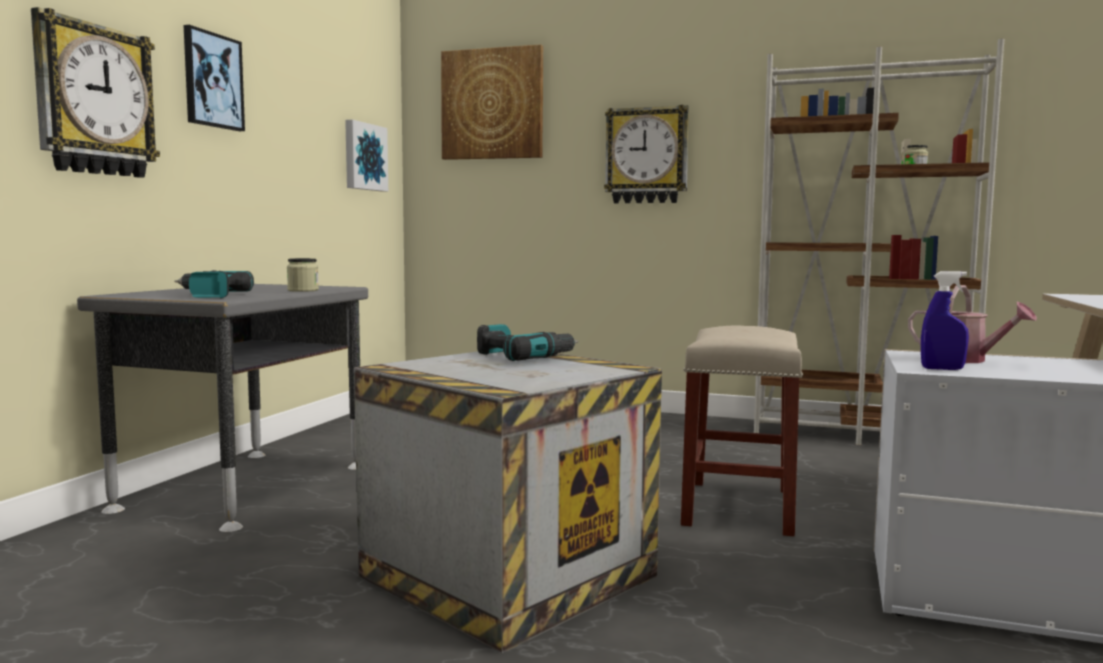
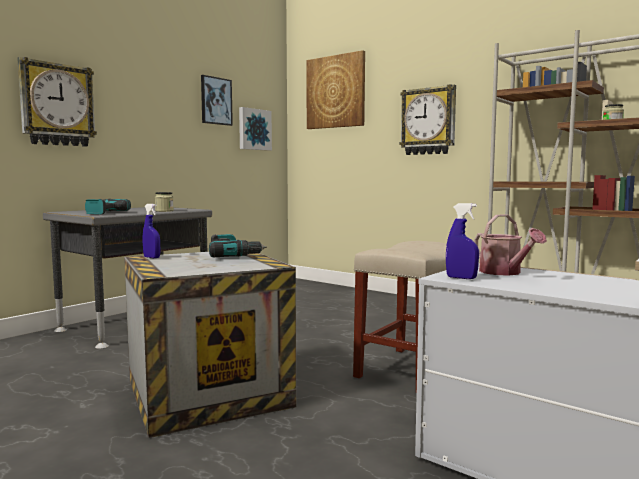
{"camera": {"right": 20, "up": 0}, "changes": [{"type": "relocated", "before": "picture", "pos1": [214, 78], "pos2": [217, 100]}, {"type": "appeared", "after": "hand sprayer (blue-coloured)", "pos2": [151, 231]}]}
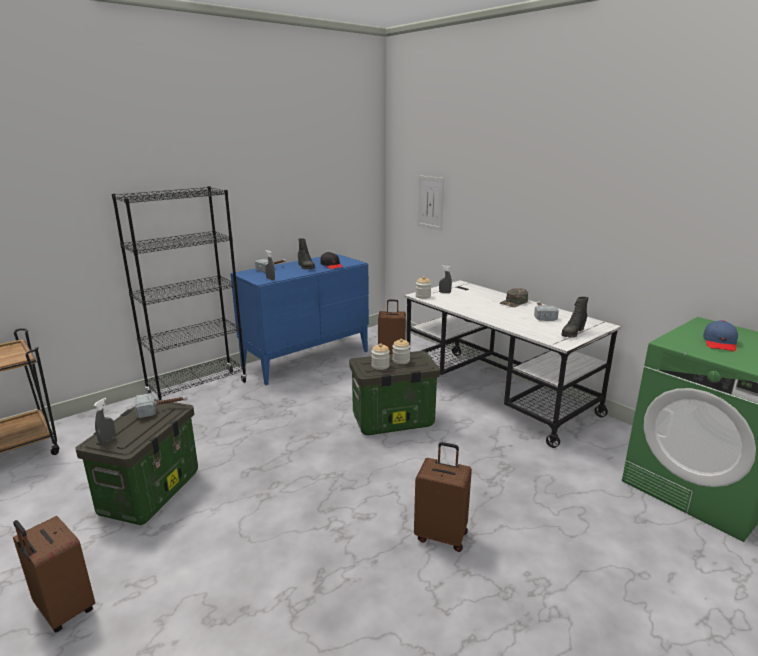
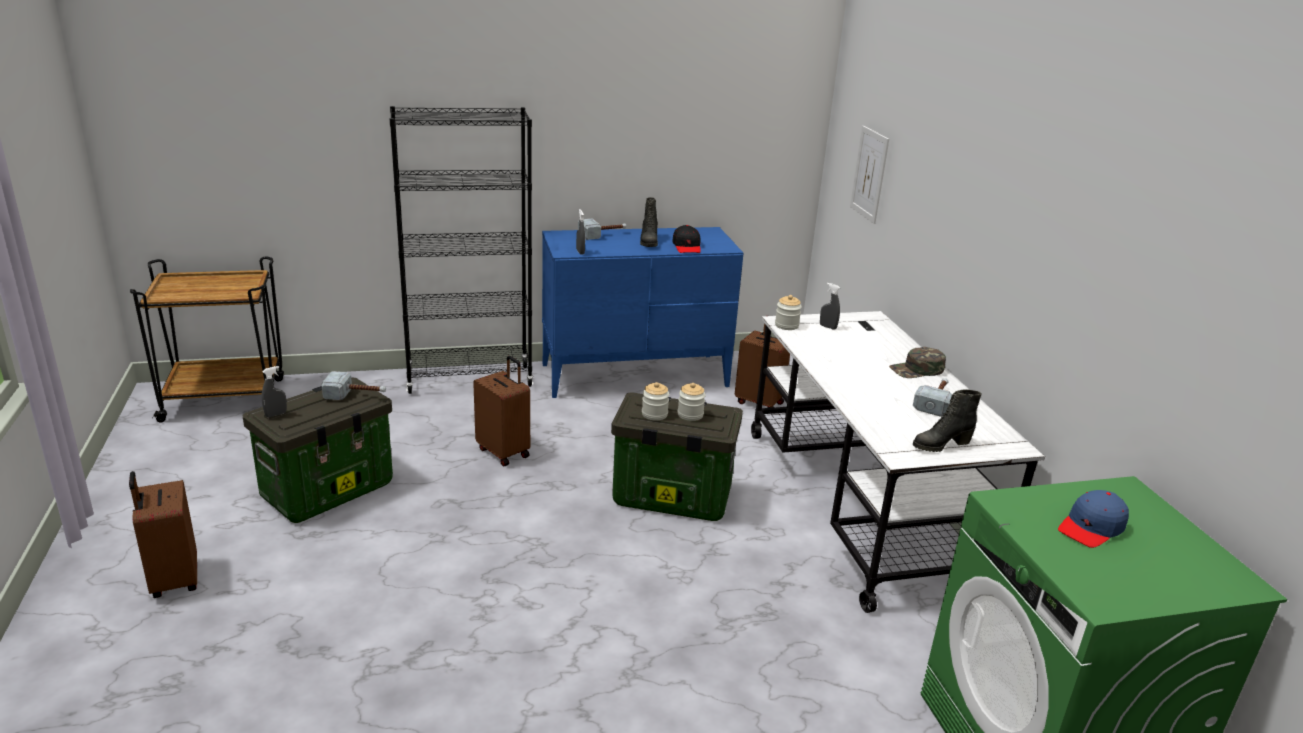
{"camera": {"right": 25, "up": 5}, "changes": [{"type": "relocated", "before": "travel case (brown-coloured)", "pos1": [443, 497], "pos2": [501, 411]}]}
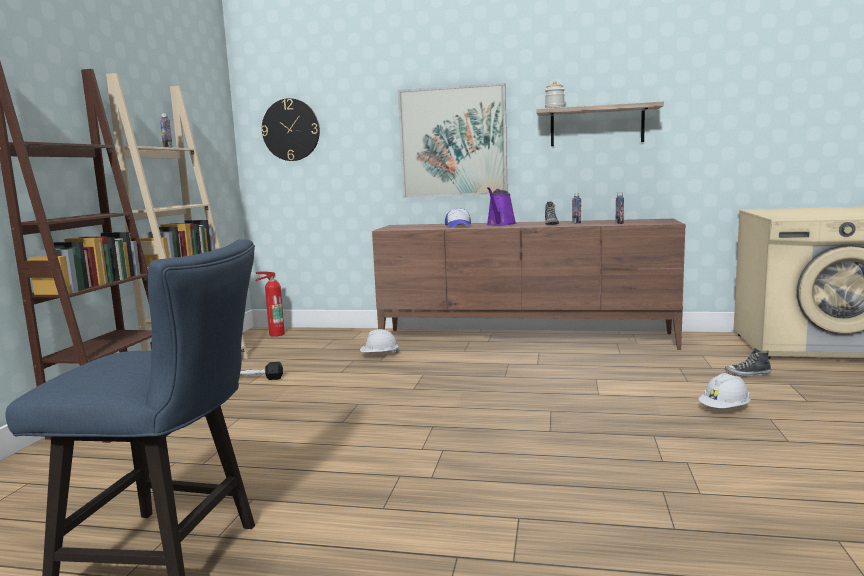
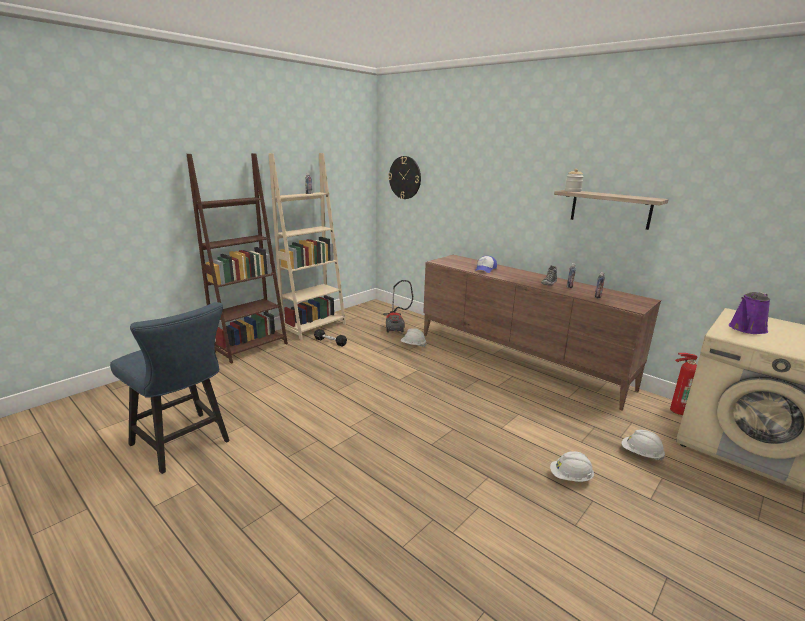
{"camera": {"right": 30, "up": 10}, "changes": [{"type": "relocated", "before": "fire extinguisher", "pos1": [270, 304], "pos2": [684, 384]}, {"type": "missing", "before": "picture", "pos1": [452, 140]}, {"type": "relocated", "before": "watering pot (purple-coloured)", "pos1": [501, 206], "pos2": [749, 313]}, {"type": "exchanged", "before": "low shoe", "after": "safety helmet (white)", "pos1": [748, 362], "pos2": [643, 445]}, {"type": "appeared", "after": "vacuum cleaner", "pos2": [398, 306]}]}
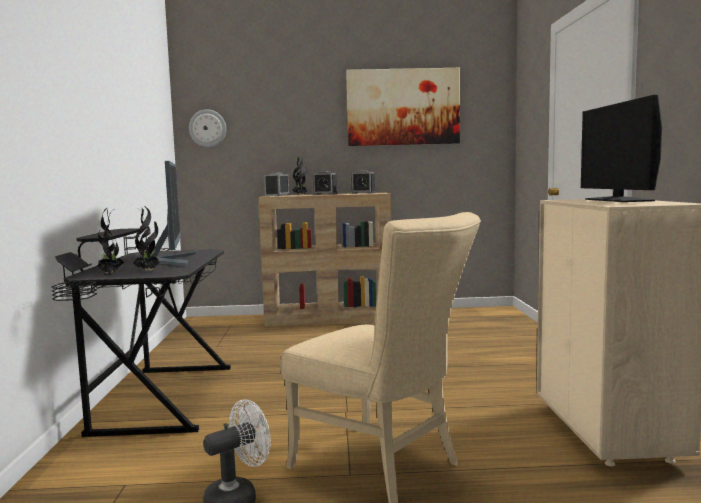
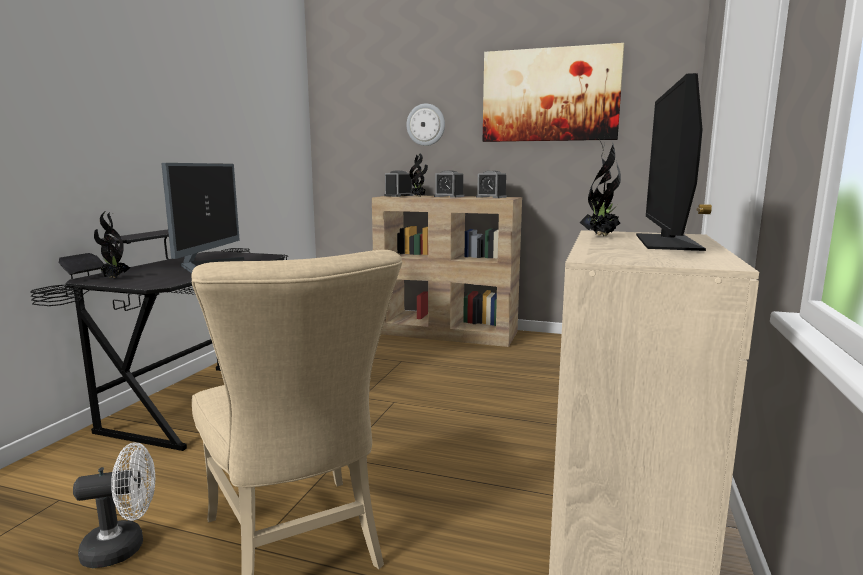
{"camera": {"right": 20, "up": 5}, "changes": [{"type": "relocated", "before": "potted plant", "pos1": [146, 239], "pos2": [600, 184]}, {"type": "relocated", "before": "clock on the wall", "pos1": [207, 128], "pos2": [425, 125]}]}
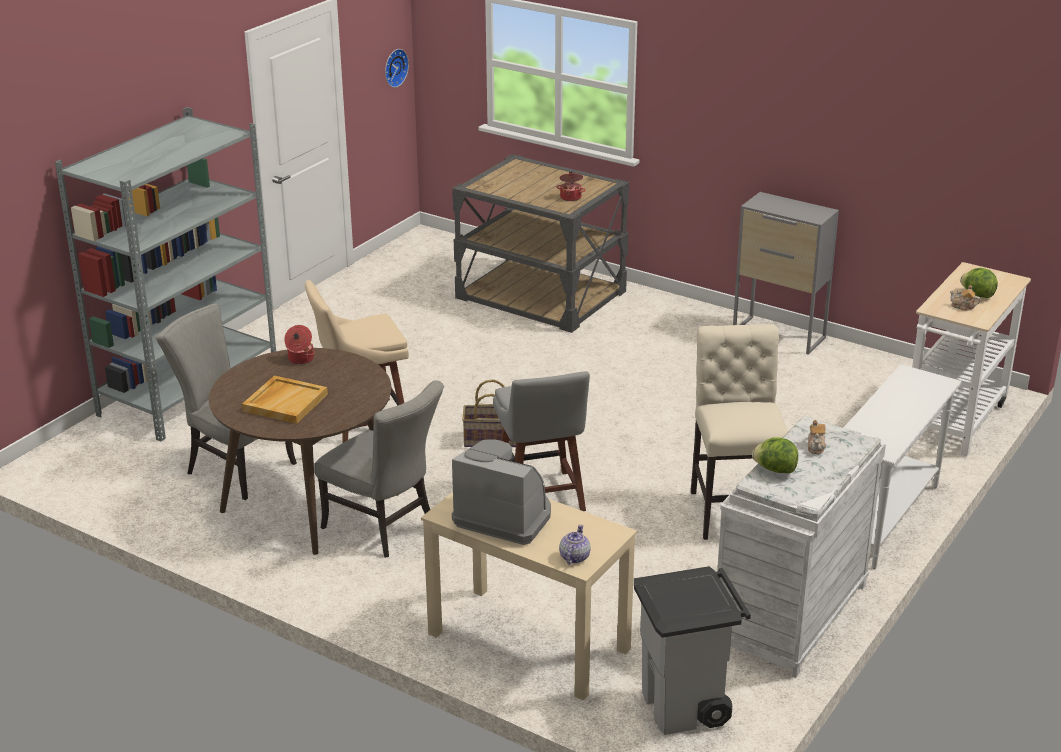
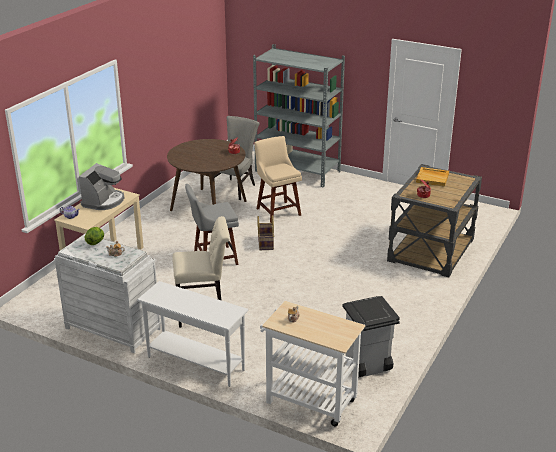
{"camera": {"right": 85, "up": 0}, "changes": [{"type": "relocated", "before": "serving tray (sand-coloured)", "pos1": [285, 400], "pos2": [432, 177]}, {"type": "missing", "before": "plain chair (greyish)", "pos1": [379, 469]}, {"type": "missing", "before": "clock on the wall", "pos1": [397, 68]}, {"type": "relocated", "before": "trash can (greyish)", "pos1": [692, 650], "pos2": [371, 336]}, {"type": "missing", "before": "cabinet (greyish)", "pos1": [786, 273]}, {"type": "missing", "before": "lettuce head", "pos1": [979, 283]}]}
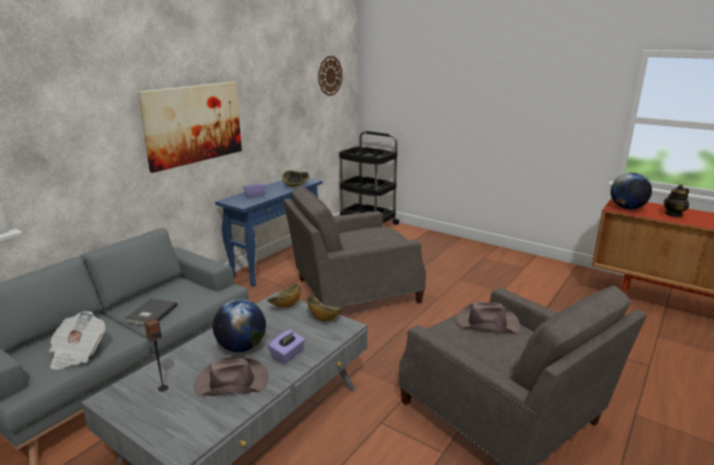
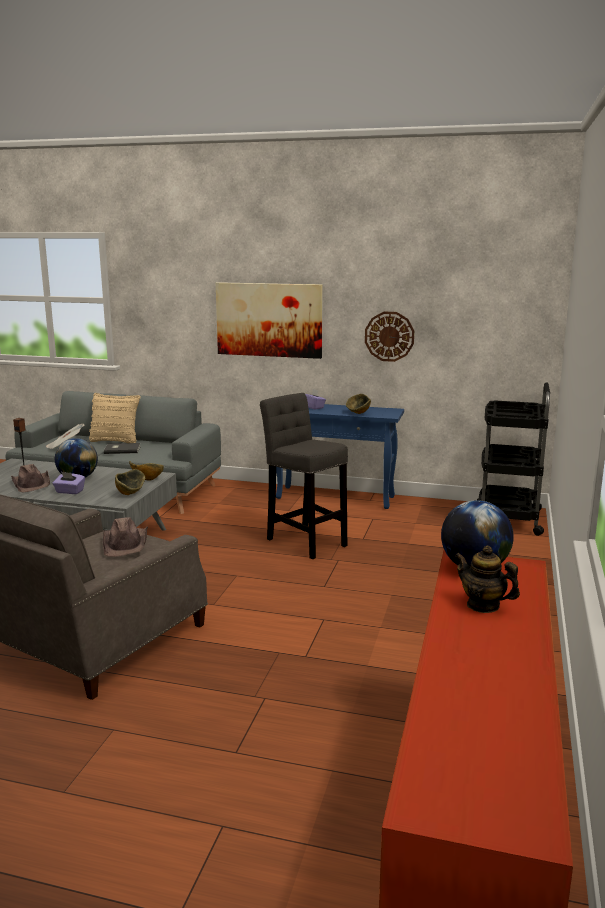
{"camera": {"right": 70, "up": -5}, "changes": [{"type": "exchanged", "before": "armchair (greyish)", "after": "stool seat (greyish)", "pos1": [354, 247], "pos2": [304, 476]}, {"type": "relocated", "before": "clock on the wall", "pos1": [330, 76], "pos2": [389, 337]}, {"type": "appeared", "after": "pillow (sand-coloured)", "pos2": [115, 418]}]}
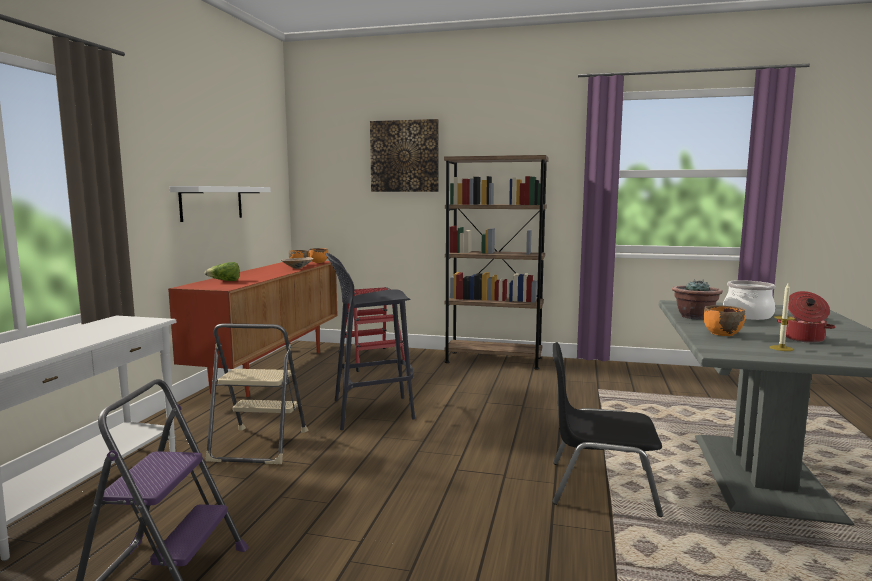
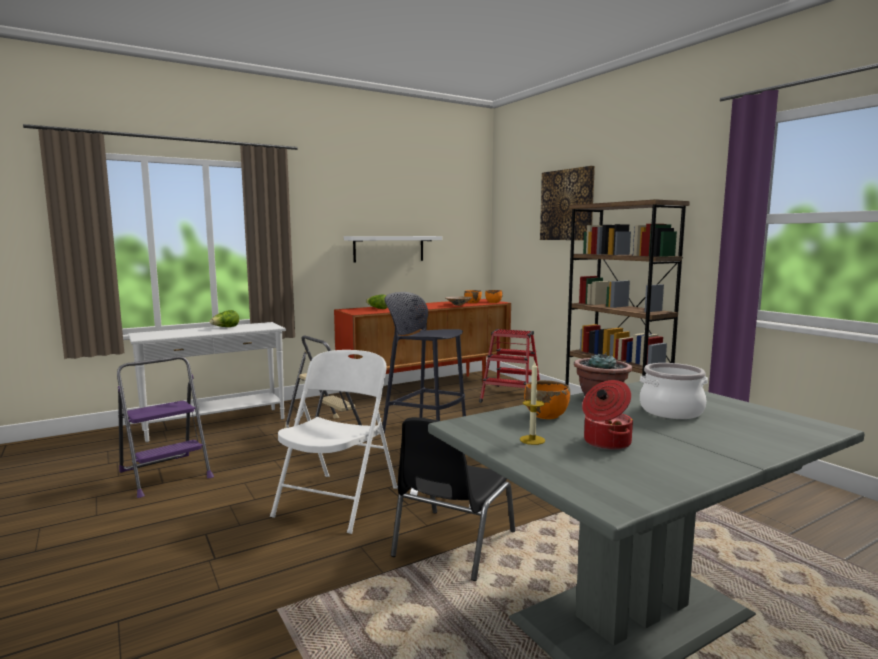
{"camera": {"right": 45, "up": 0}, "changes": [{"type": "spun", "before": "plain chair (blackish)", "pos1": [607, 429], "pos2": [453, 499], "turn": -120}, {"type": "appeared", "after": "lettuce head", "pos2": [224, 318]}, {"type": "appeared", "after": "plain chair (white)", "pos2": [334, 442]}]}
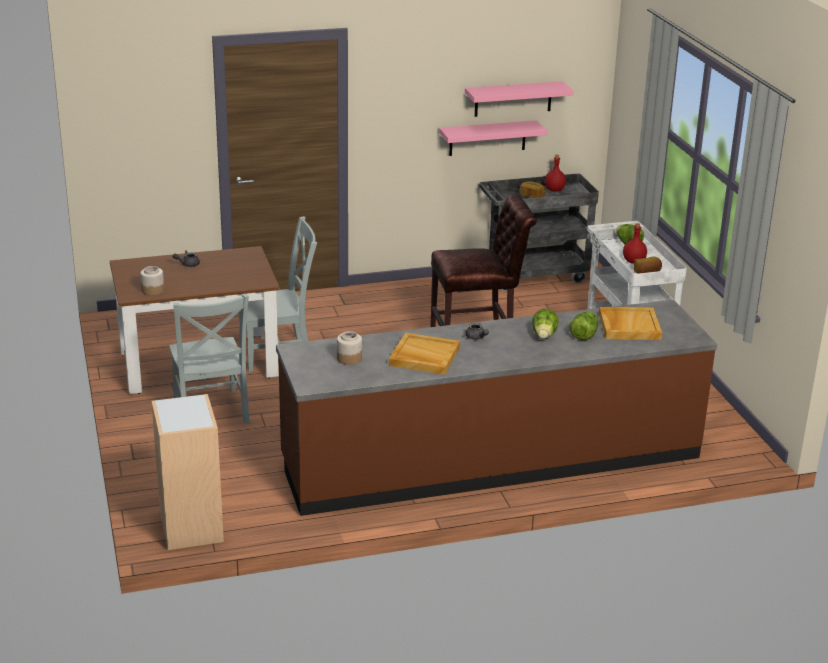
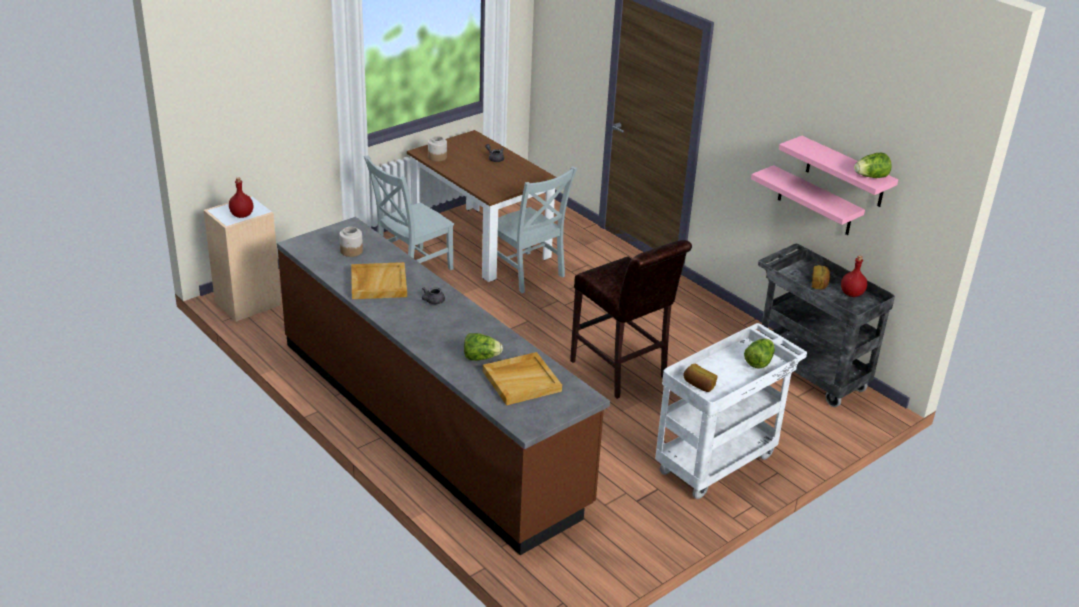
{"camera": {"right": 65, "up": 5}, "changes": [{"type": "relocated", "before": "lettuce head", "pos1": [545, 324], "pos2": [873, 165]}, {"type": "relocated", "before": "bottle (red)", "pos1": [635, 243], "pos2": [241, 197]}]}
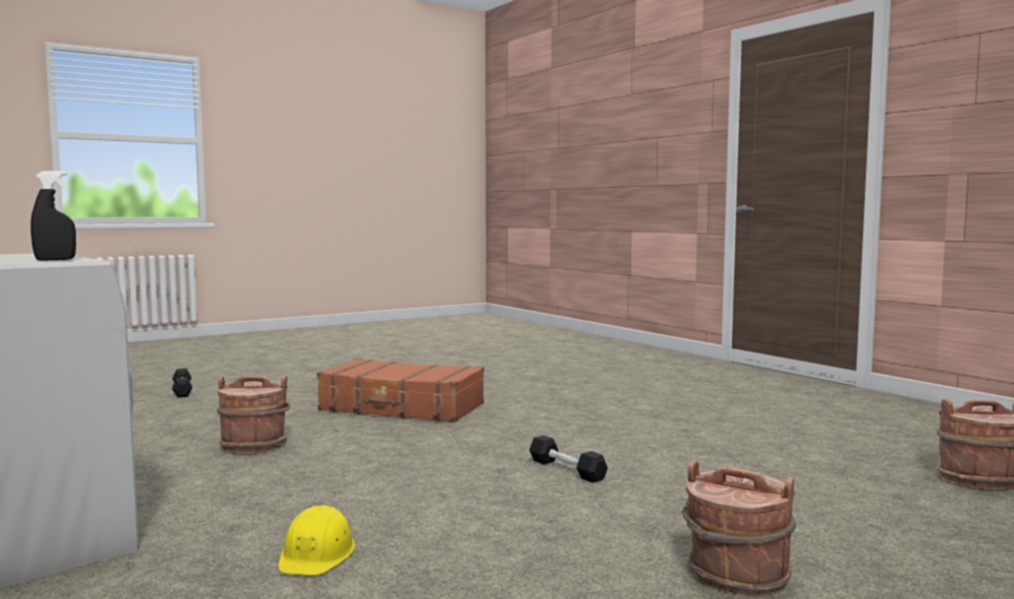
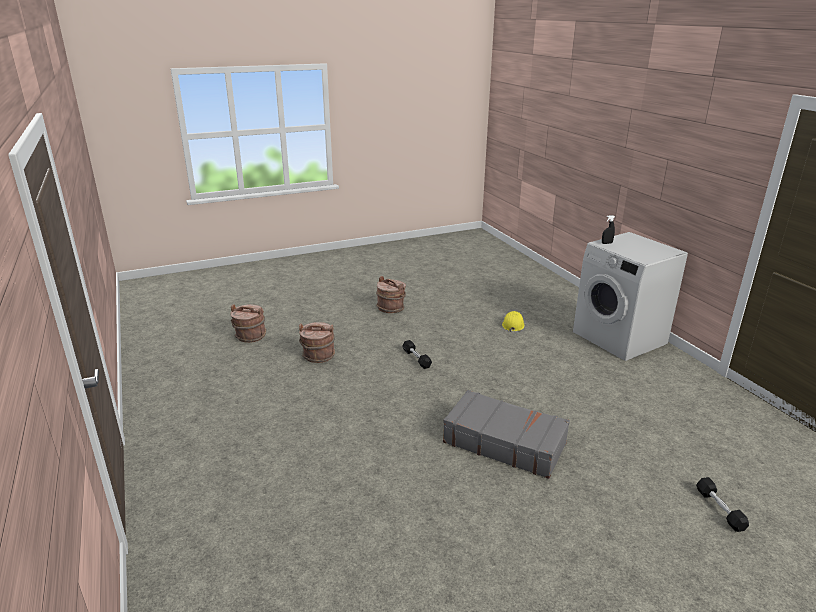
{"camera": {"right": -170, "up": 20}, "changes": [{"type": "relocated", "before": "pail (brown-coloured)", "pos1": [254, 414], "pos2": [317, 342]}, {"type": "colour", "before": "travel case (brown-coloured)", "after": "travel case (greyish)", "pos1": [400, 390], "pos2": [506, 434]}]}
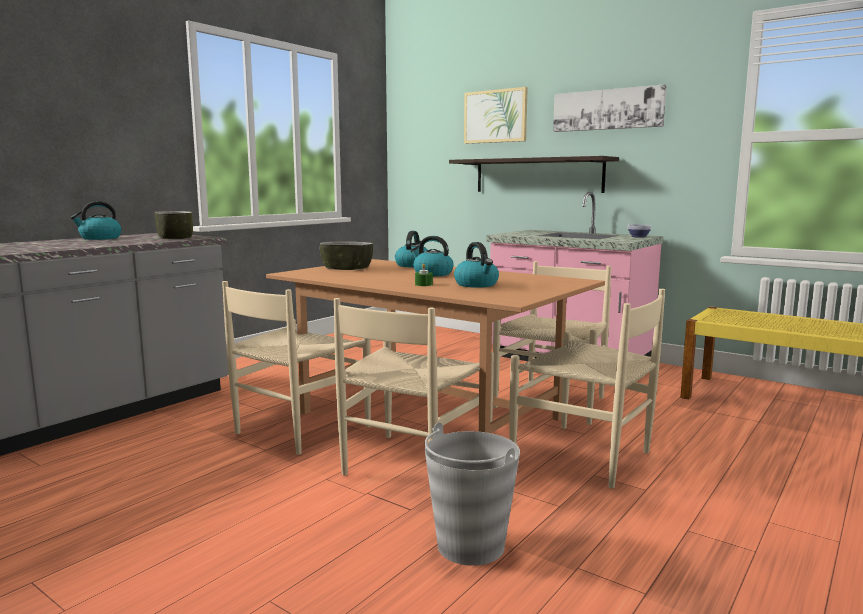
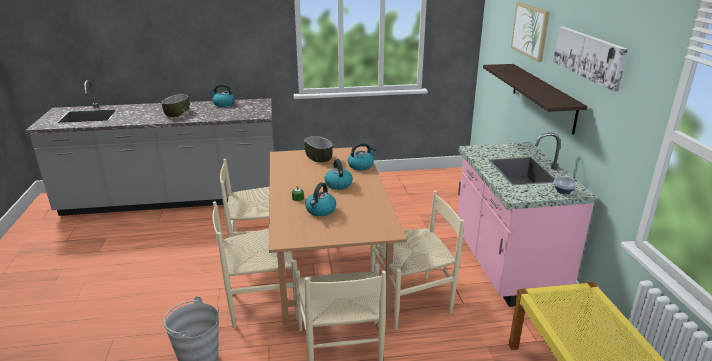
{"camera": {"right": 45, "up": 15}, "changes": [{"type": "relocated", "before": "serving bowl", "pos1": [173, 225], "pos2": [175, 105]}]}
